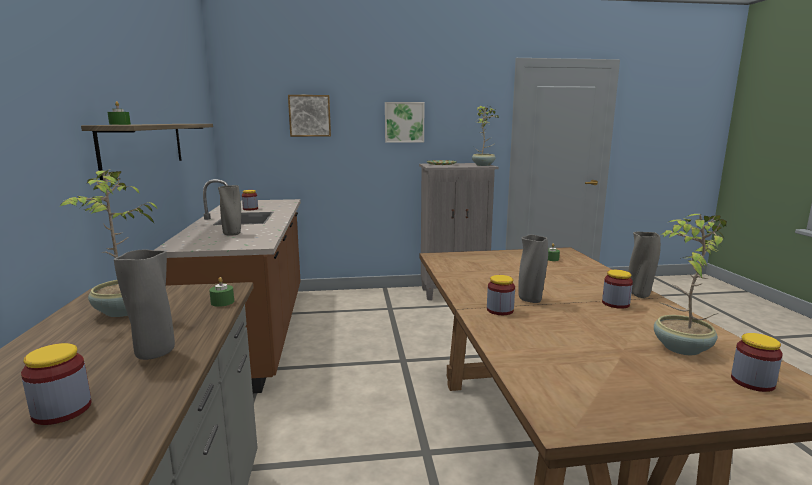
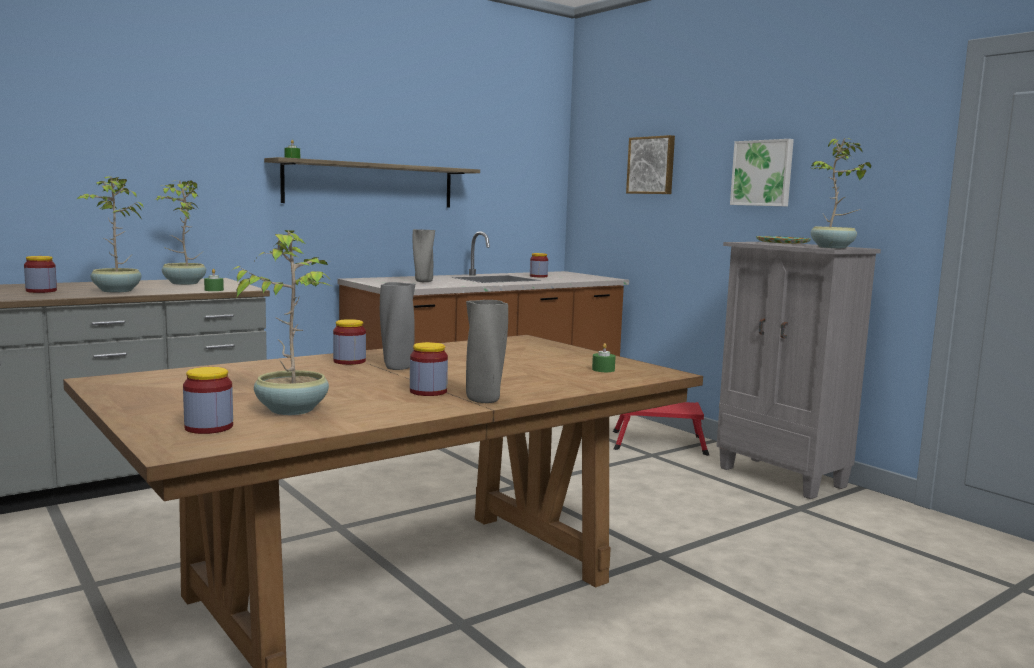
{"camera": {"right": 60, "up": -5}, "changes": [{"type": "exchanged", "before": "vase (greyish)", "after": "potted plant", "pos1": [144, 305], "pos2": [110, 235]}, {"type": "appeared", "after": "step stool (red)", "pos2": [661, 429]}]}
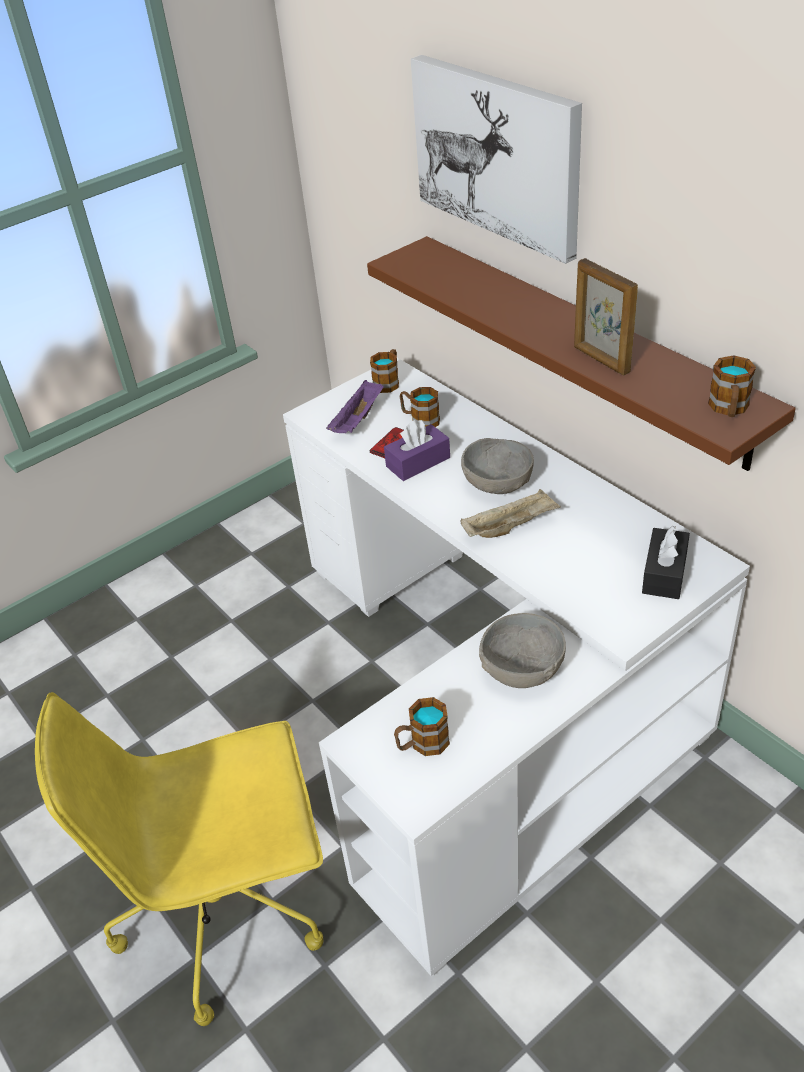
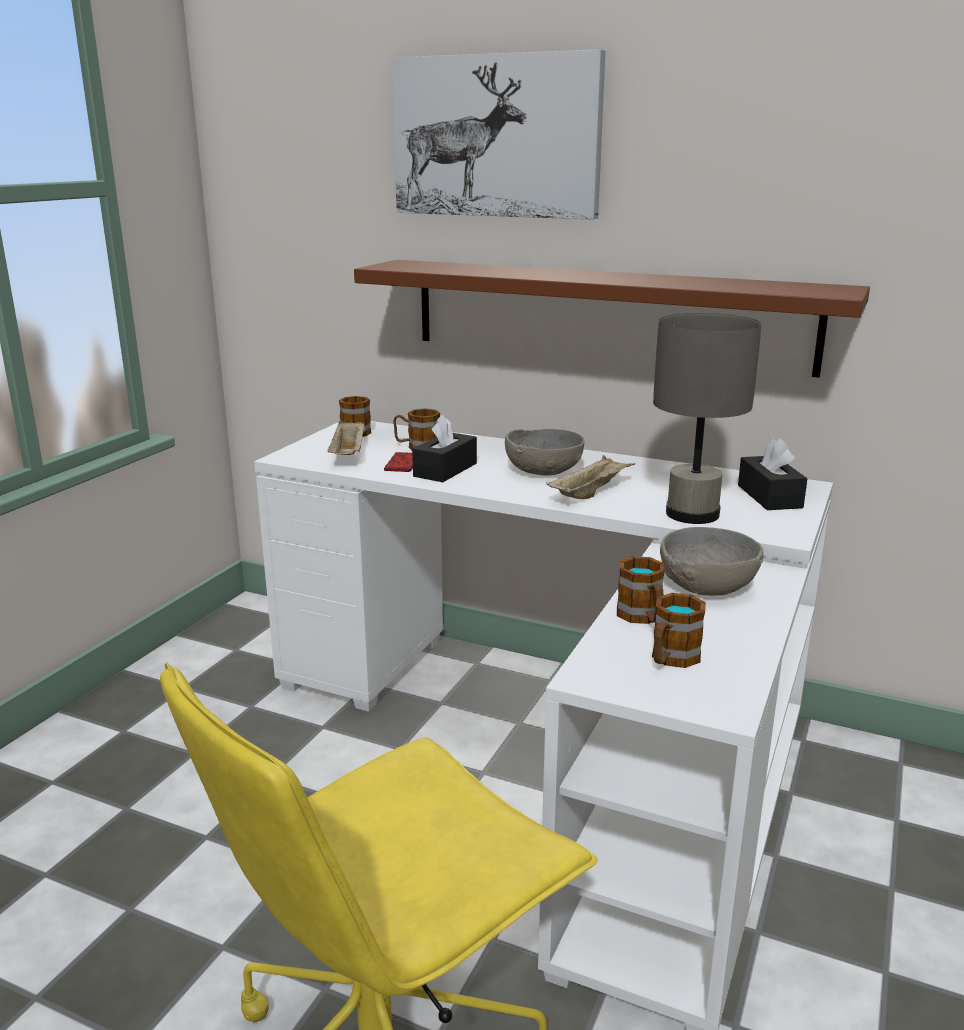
{"camera": {"right": -30, "up": -20}, "changes": [{"type": "colour", "before": "serving tray (purple-coloured)", "after": "serving tray (sand-coloured)", "pos1": [355, 406], "pos2": [346, 437]}, {"type": "colour", "before": "tissue box (purple-coloured)", "after": "tissue box (blackish)", "pos1": [417, 450], "pos2": [444, 448]}, {"type": "missing", "before": "standing frame", "pos1": [606, 317]}, {"type": "relocated", "before": "coffee mug", "pos1": [732, 386], "pos2": [641, 590]}, {"type": "appeared", "after": "tabletop lamp (greyish)", "pos2": [707, 418]}]}
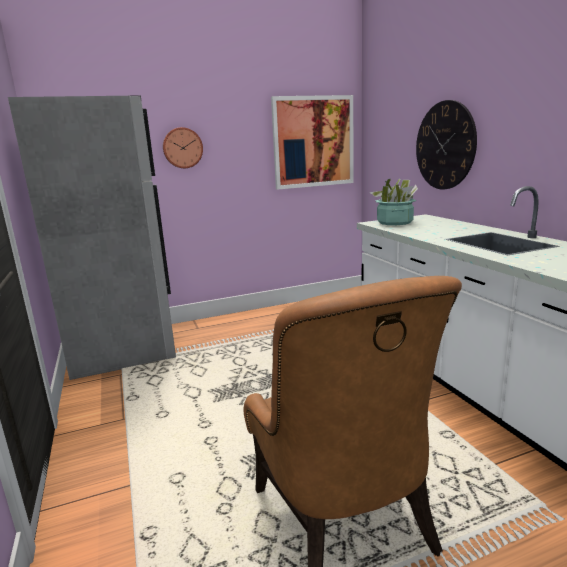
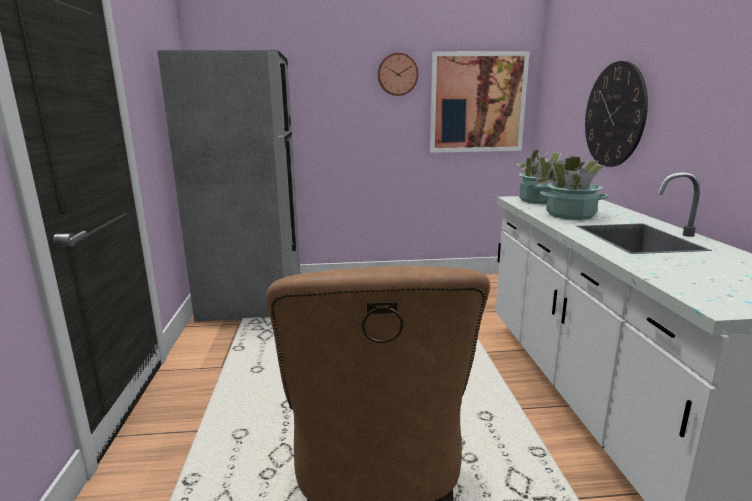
{"camera": {"right": 15, "up": 0}, "changes": [{"type": "relocated", "before": "clock on the wall", "pos1": [183, 147], "pos2": [398, 74]}, {"type": "appeared", "after": "potted plant", "pos2": [572, 188]}]}
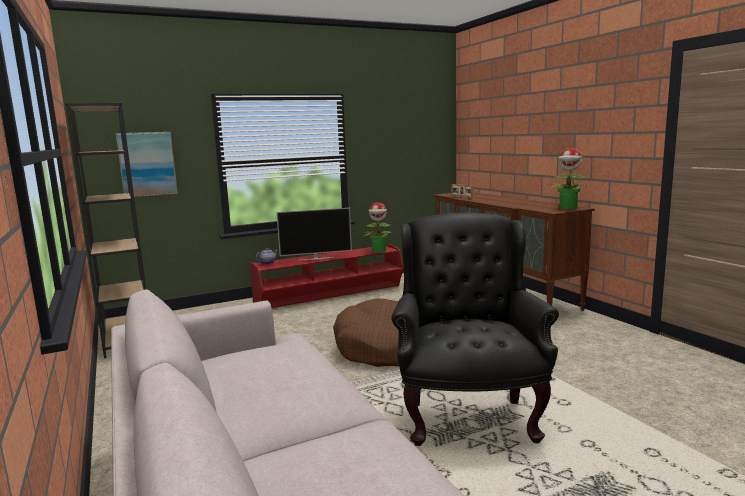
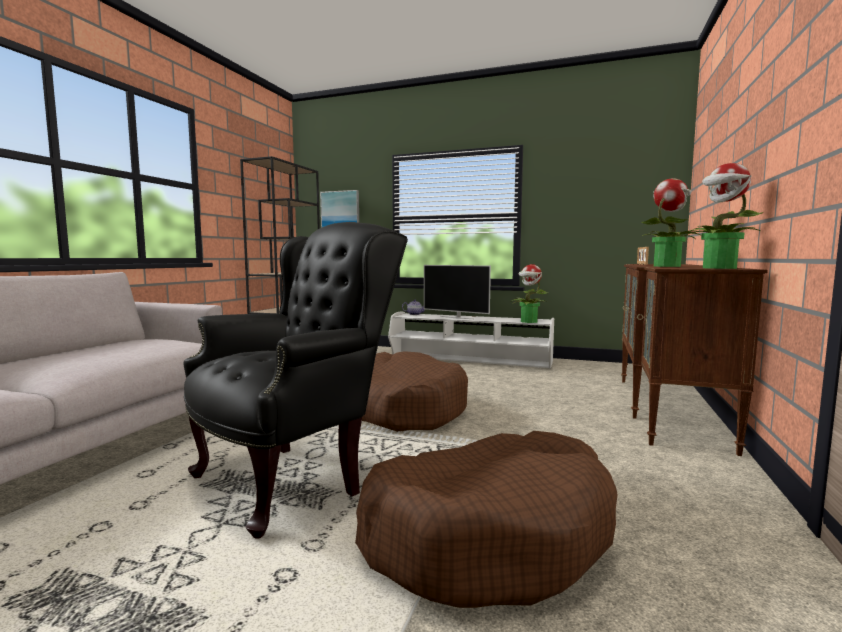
{"camera": {"right": 45, "up": -5}, "changes": [{"type": "colour", "before": "tv unit (red)", "after": "tv unit (white)", "pos1": [327, 276], "pos2": [471, 340]}, {"type": "appeared", "after": "pet bed (brown-coloured)", "pos2": [486, 519]}, {"type": "appeared", "after": "potted plant", "pos2": [671, 222]}]}
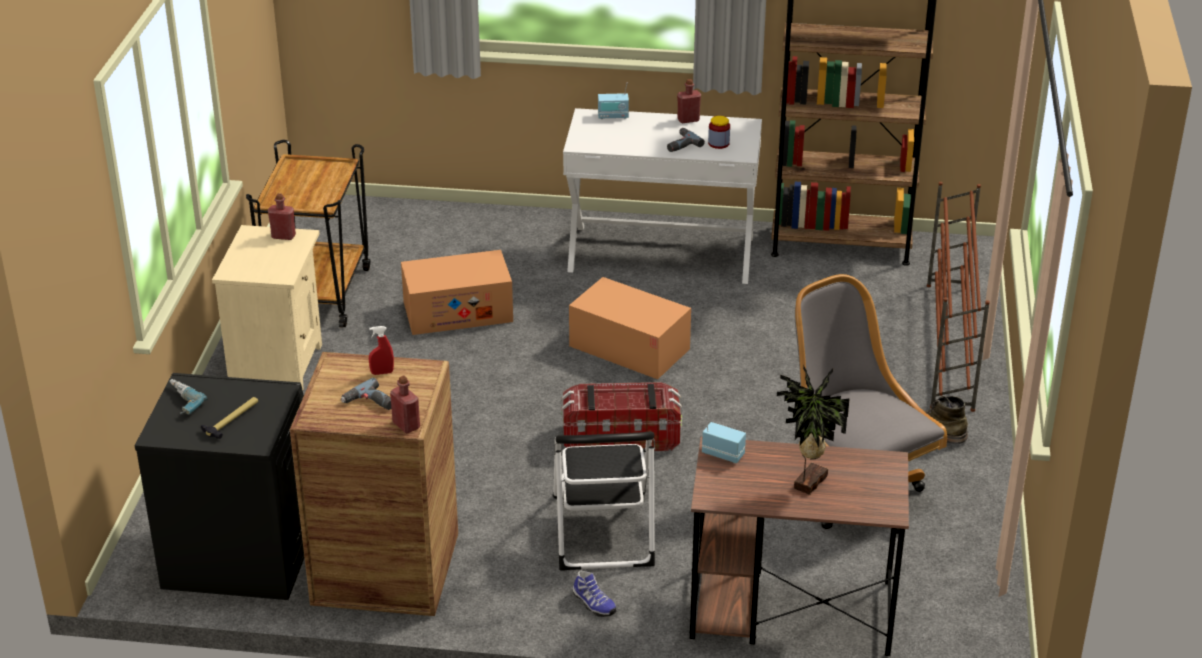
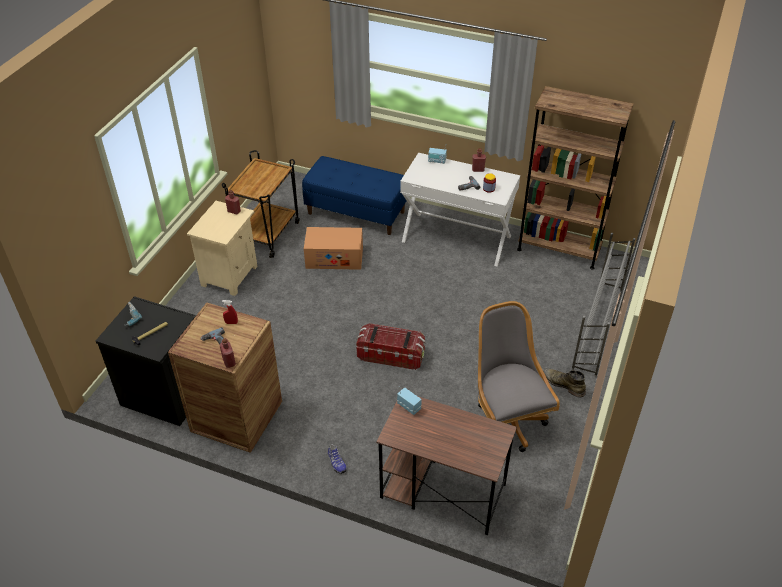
{"camera": {"right": 15, "up": 10}, "changes": [{"type": "missing", "before": "step stool", "pos1": [604, 500]}, {"type": "missing", "before": "cardboard box", "pos1": [630, 328]}, {"type": "missing", "before": "potted plant", "pos1": [813, 430]}, {"type": "colour", "before": "shoe rack (brown-coloured)", "after": "shoe rack (greyish)", "pos1": [958, 297], "pos2": [603, 305]}, {"type": "appeared", "after": "long seat (blue-coloured)", "pos2": [354, 195]}]}
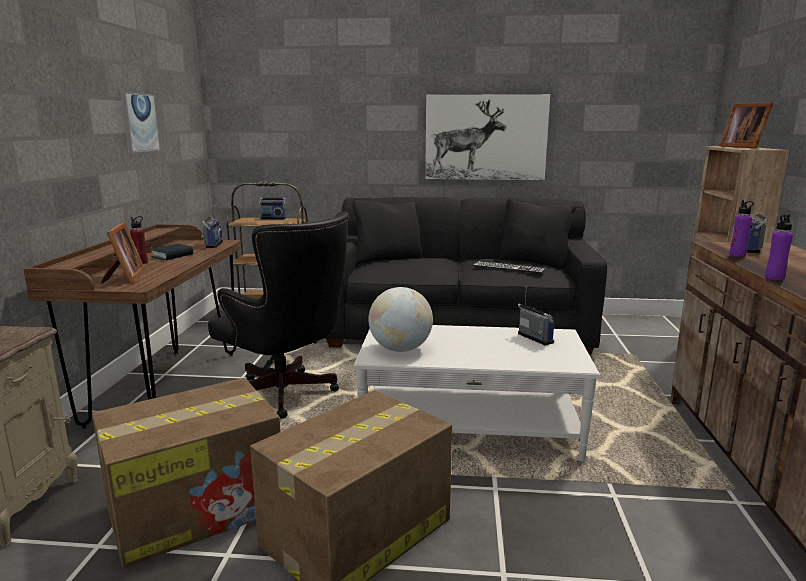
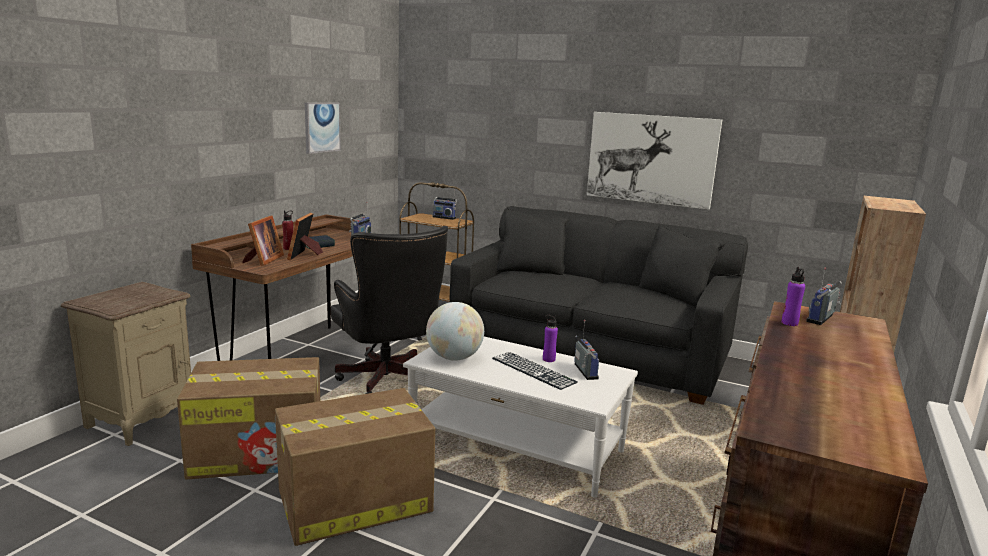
{"camera": {"right": 20, "up": 0}, "changes": [{"type": "relocated", "before": "keyboard", "pos1": [509, 267], "pos2": [535, 371]}, {"type": "relocated", "before": "standing frame", "pos1": [746, 125], "pos2": [305, 236]}, {"type": "relocated", "before": "bottle (purple-coloured)", "pos1": [779, 247], "pos2": [550, 338]}]}
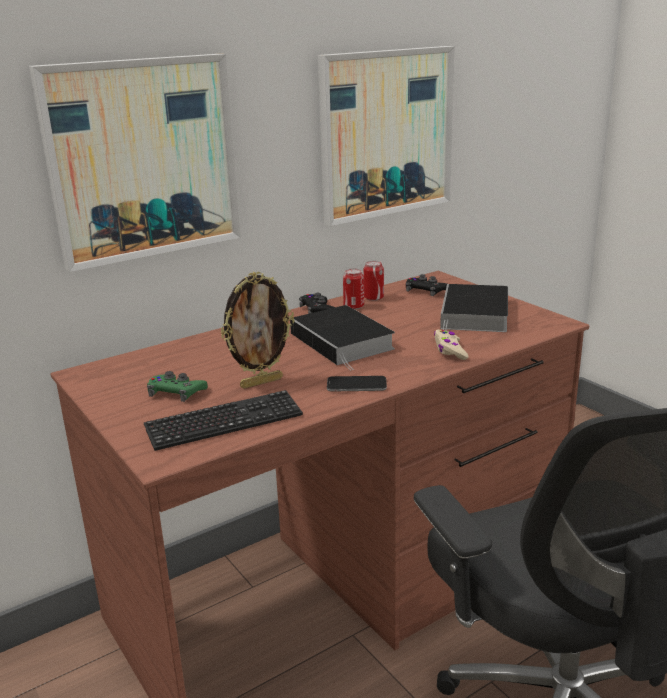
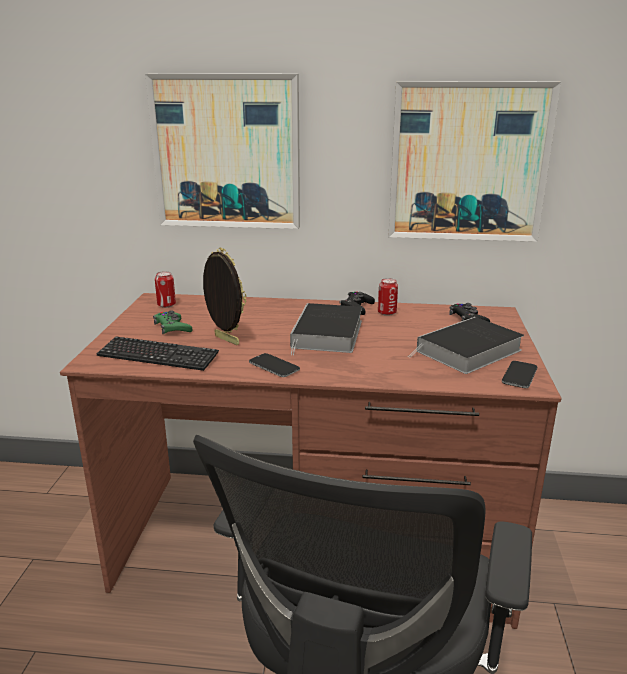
{"camera": {"right": 40, "up": 0}, "changes": [{"type": "spun", "before": "standing frame", "pos1": [257, 330], "pos2": [224, 296], "turn": -150}, {"type": "relocated", "before": "sealed can", "pos1": [374, 281], "pos2": [165, 289]}, {"type": "missing", "before": "gamepad (sand-coloured)", "pos1": [451, 345]}, {"type": "appeared", "after": "phone", "pos2": [519, 374]}]}
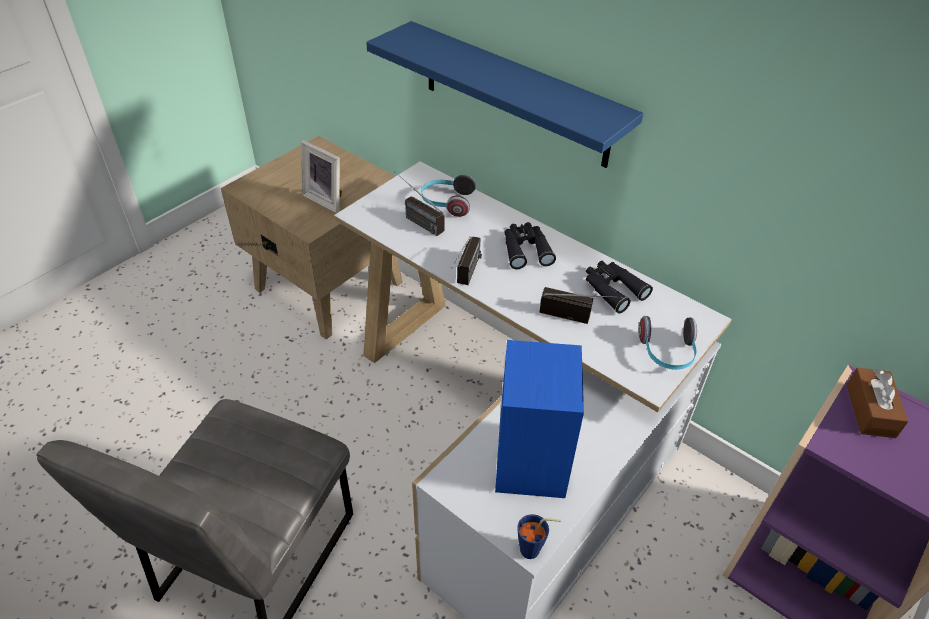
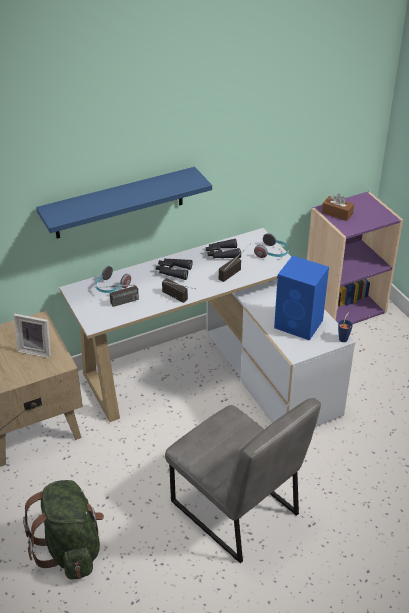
{"camera": {"right": -65, "up": -5}, "changes": [{"type": "spun", "before": "standing frame", "pos1": [321, 176], "pos2": [32, 336], "turn": 45}, {"type": "appeared", "after": "knapsack (green)", "pos2": [63, 530]}]}
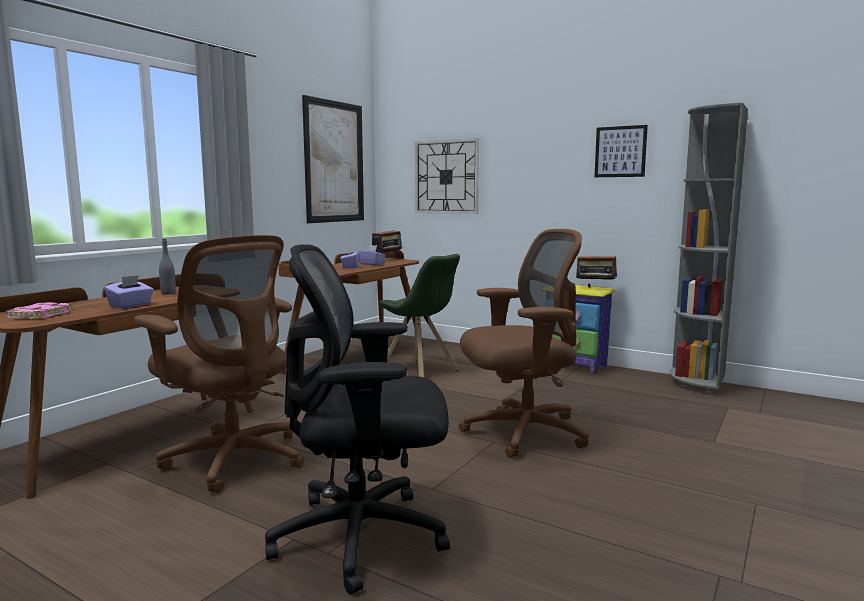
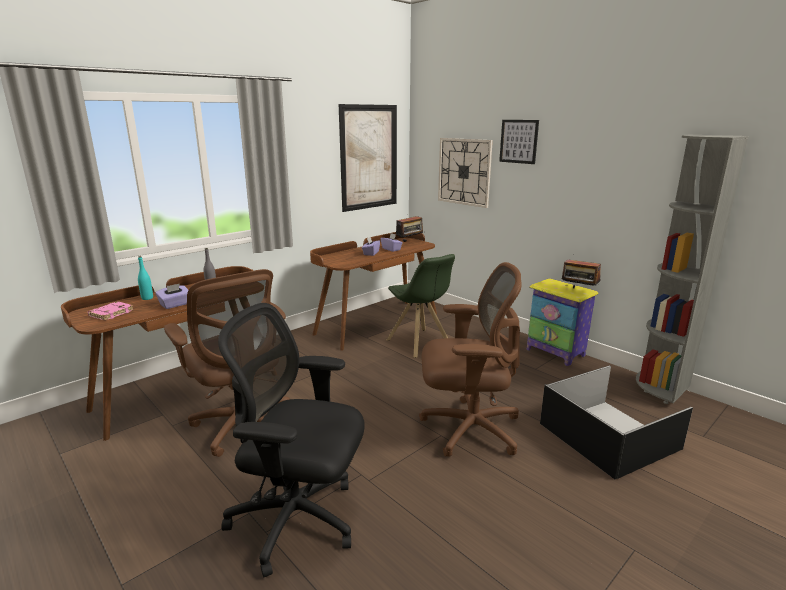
{"camera": {"right": 15, "up": 10}, "changes": [{"type": "relocated", "before": "picture", "pos1": [621, 151], "pos2": [519, 142]}, {"type": "appeared", "after": "bottle (turquoise-coloured)", "pos2": [145, 278]}, {"type": "appeared", "after": "storage container (blackish)", "pos2": [616, 422]}]}
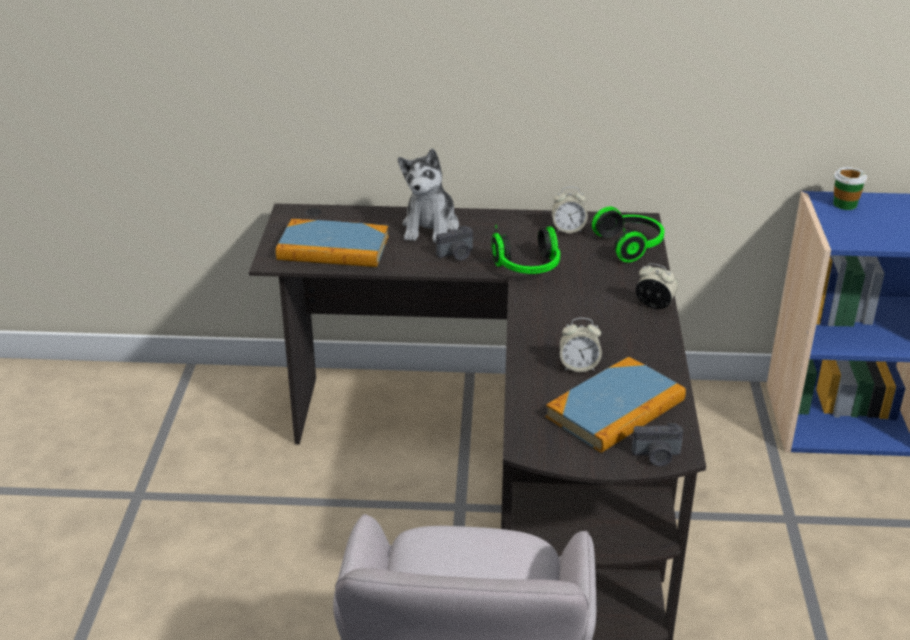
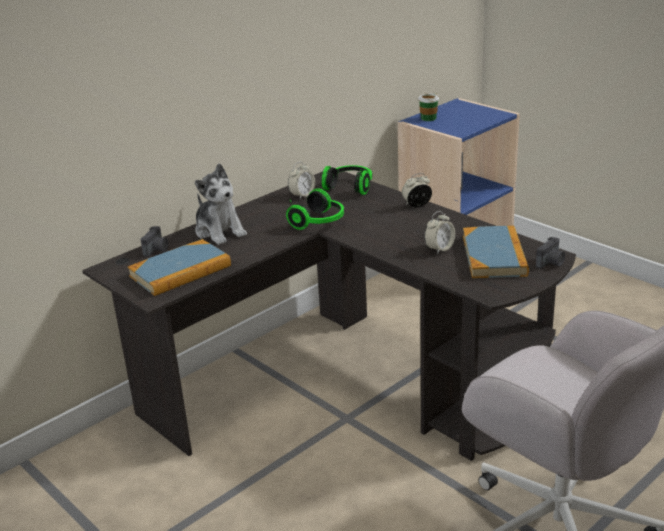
{"camera": {"right": -45, "up": -5}, "changes": [{"type": "relocated", "before": "still camera", "pos1": [454, 243], "pos2": [154, 241]}]}
